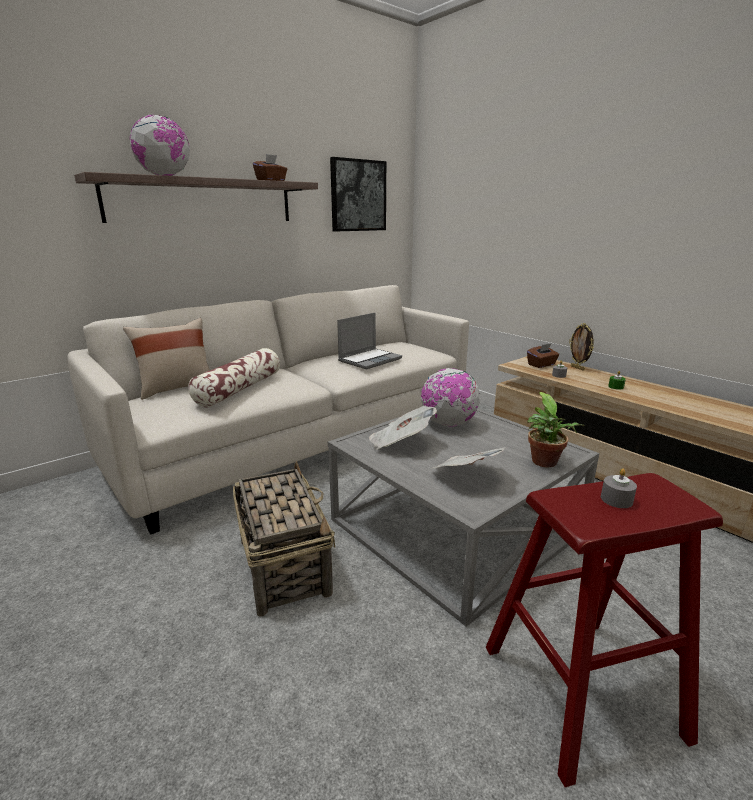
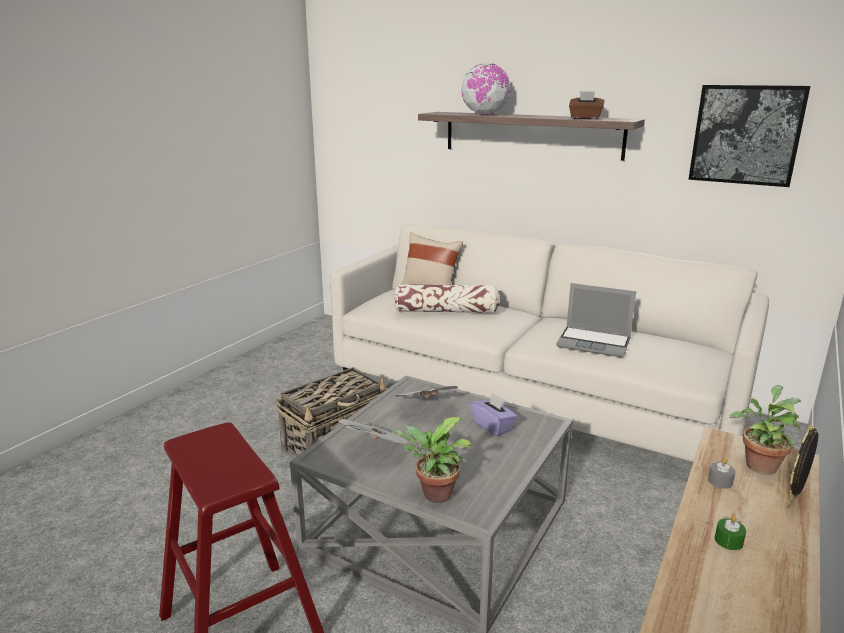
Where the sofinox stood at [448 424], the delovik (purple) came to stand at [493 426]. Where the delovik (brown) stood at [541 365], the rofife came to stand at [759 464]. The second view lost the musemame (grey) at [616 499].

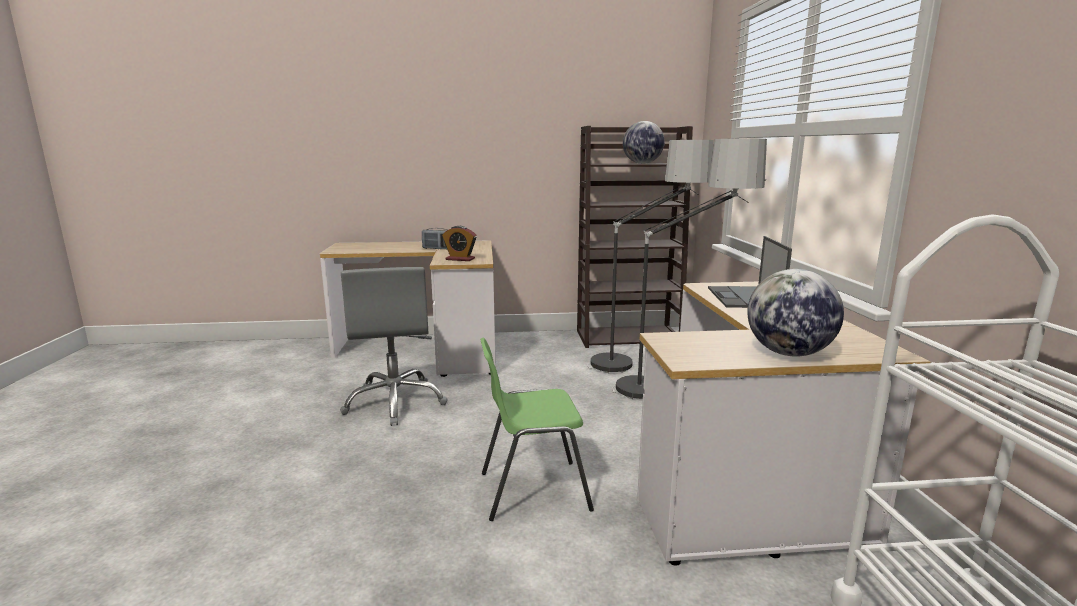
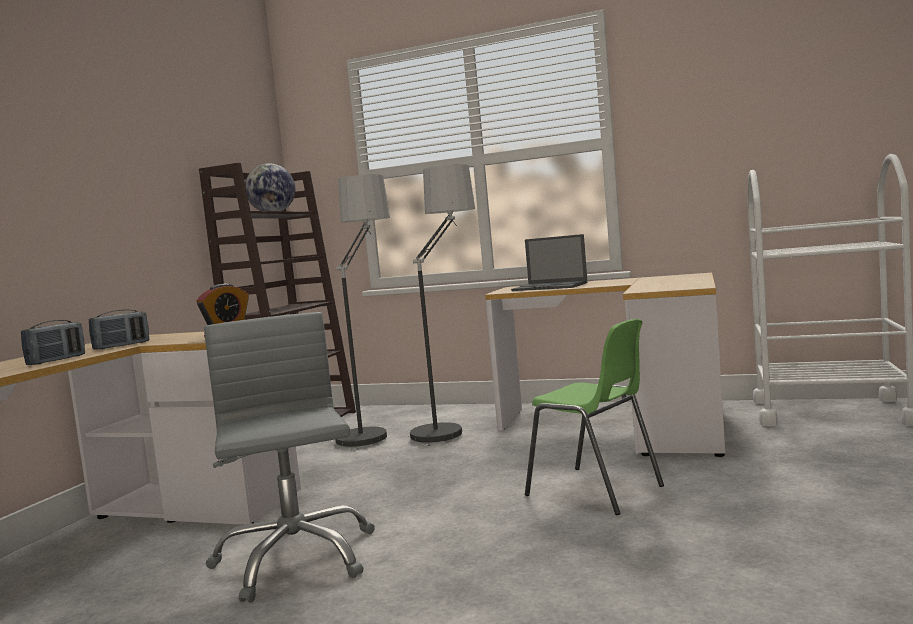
The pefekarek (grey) at [395 402] ended up facing another way, 120 degrees counterclockwise from before. The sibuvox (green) at [532 490] ended up facing another way, 60 degrees counterclockwise from before. The second view lost the sofinox at [788 353]. The second view gained the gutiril at [57 360].

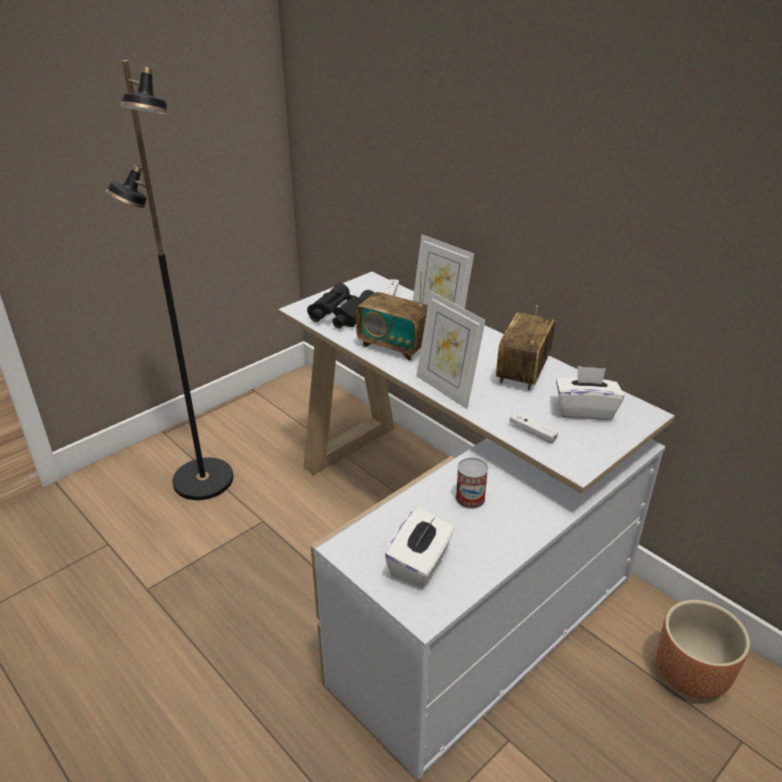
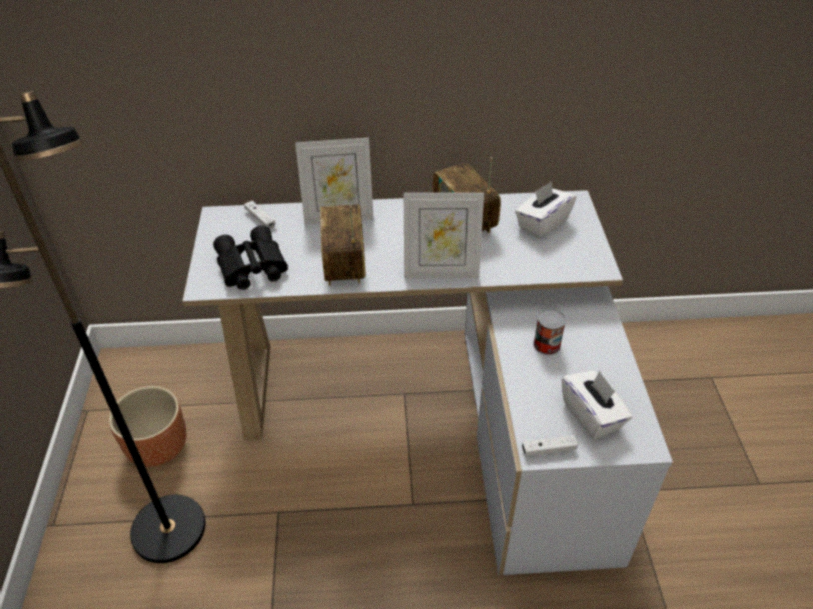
The gutiril at [394 346] ended up facing another way, 105 degrees clockwise from before. The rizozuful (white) ended up elsewhere, having gone from [532 432] to [549 449]. The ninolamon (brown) ended up elsewhere, having gone from [689 674] to [157 447].

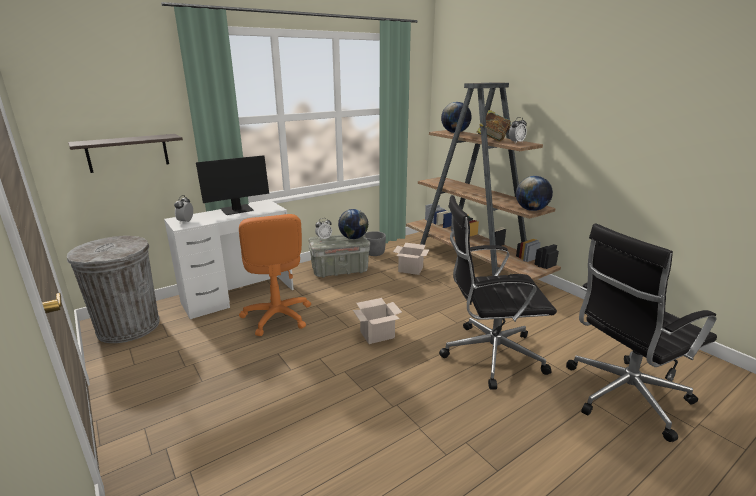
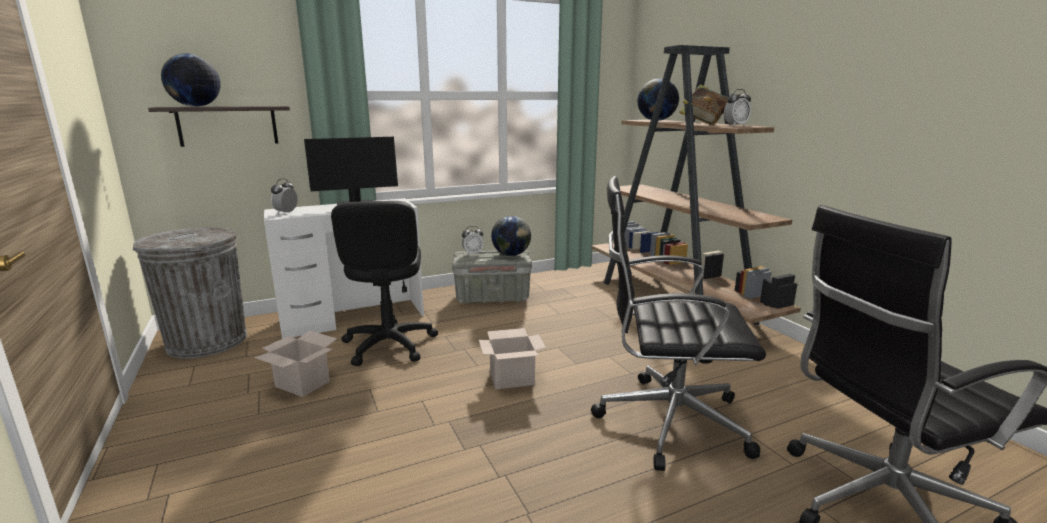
What was the pefekarek (orange) at [277 316] turned into the pefekarek (black) at [389 345]. The second view lost the ninolamon (grey) at [374 253]. The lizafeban ended up elsewhere, having gone from [410 269] to [301 384]. The sofinox ended up elsewhere, having gone from [531 210] to [196 106].

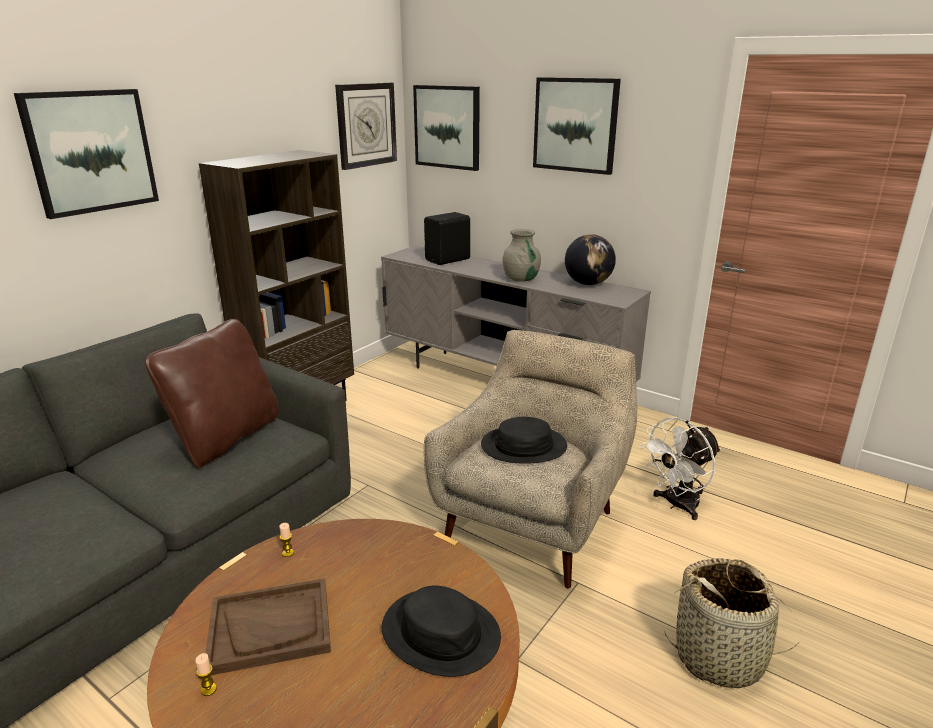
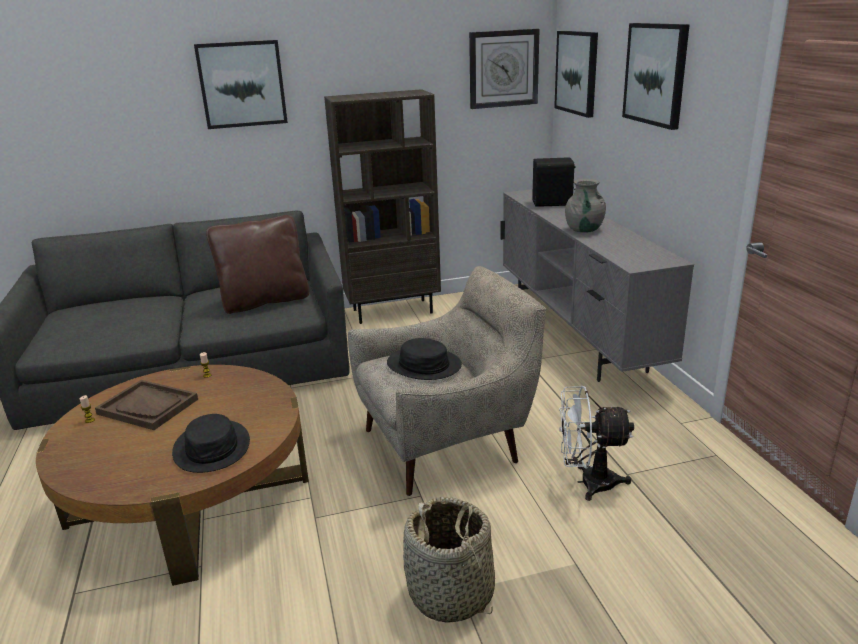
The second view lost the sofinox at [588 283].

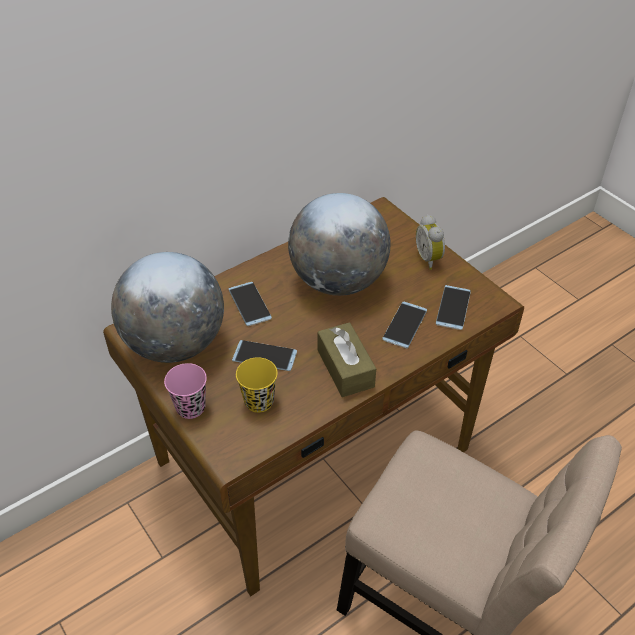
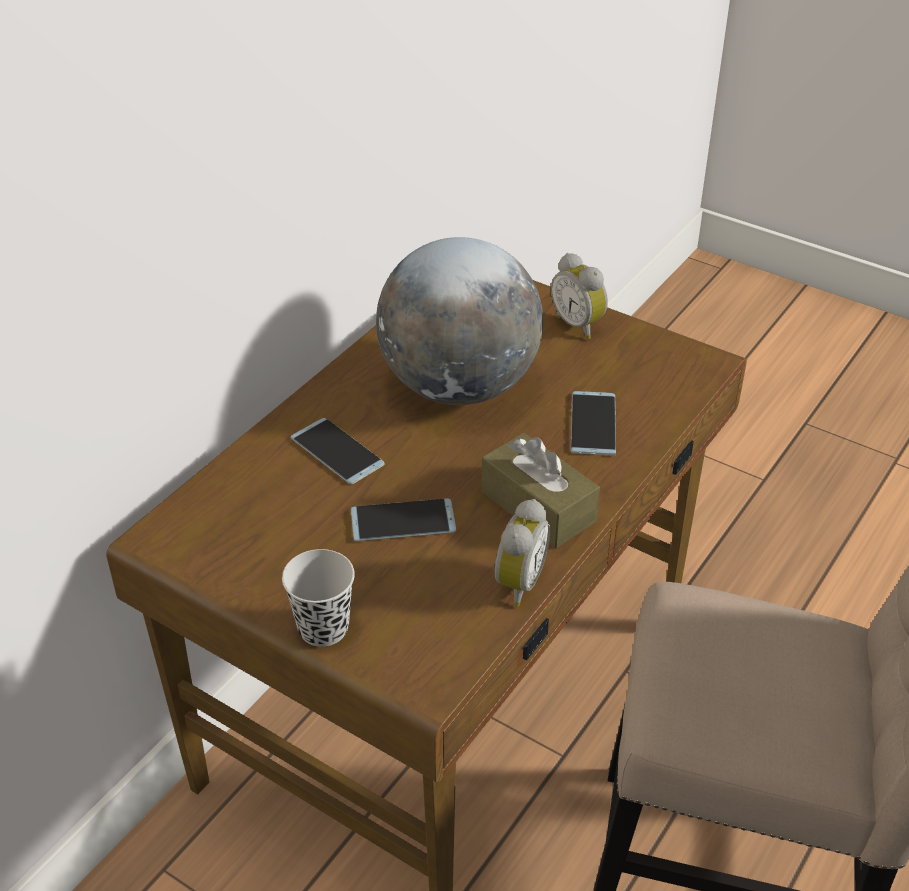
The second view lost the sofinox at [175 344]. What was the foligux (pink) at [190 407] turned into the foligux (black) at [323 628]. The second view lost the foligux (yellow) at [259 401]. The second view lost the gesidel at [453 308]. The second view gained the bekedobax at [516 582].

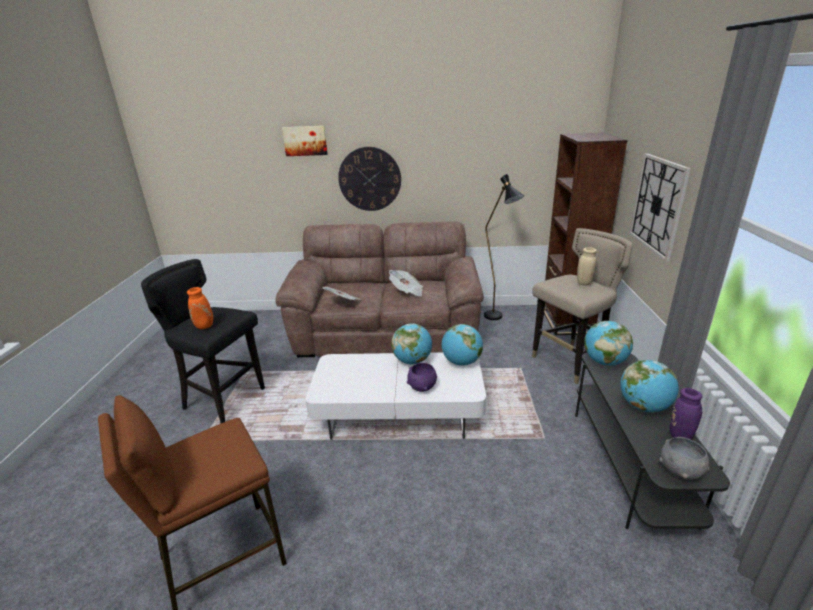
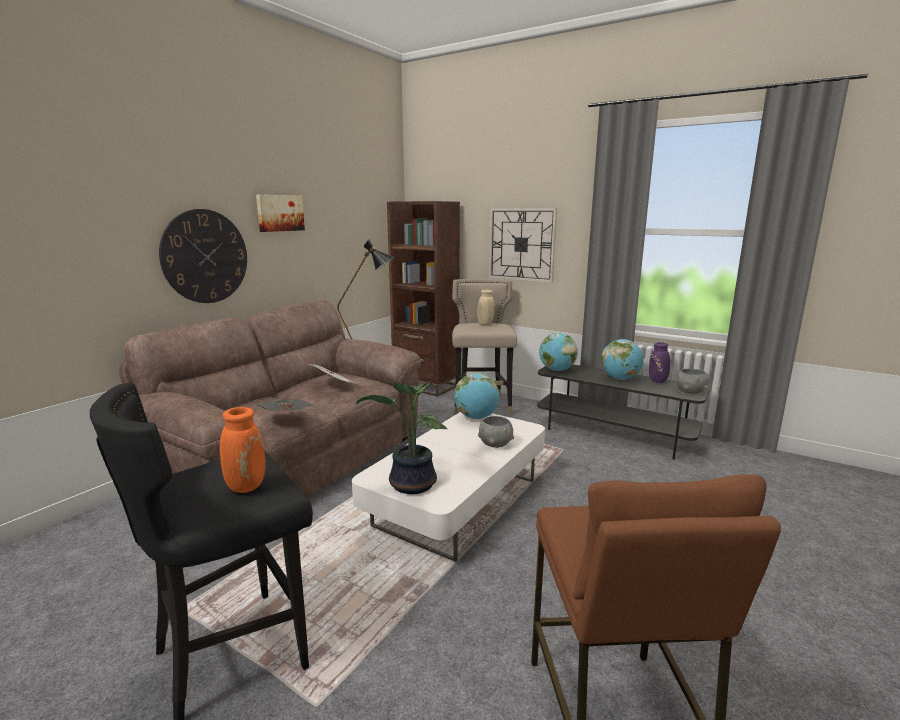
The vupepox ended up elsewhere, having gone from [305 140] to [279 213]. The second view lost the sofinox at [412 361]. What was the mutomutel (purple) at [422 387] turned into the mutomutel (grey) at [495 444]. The second view gained the rofife at [410 485].

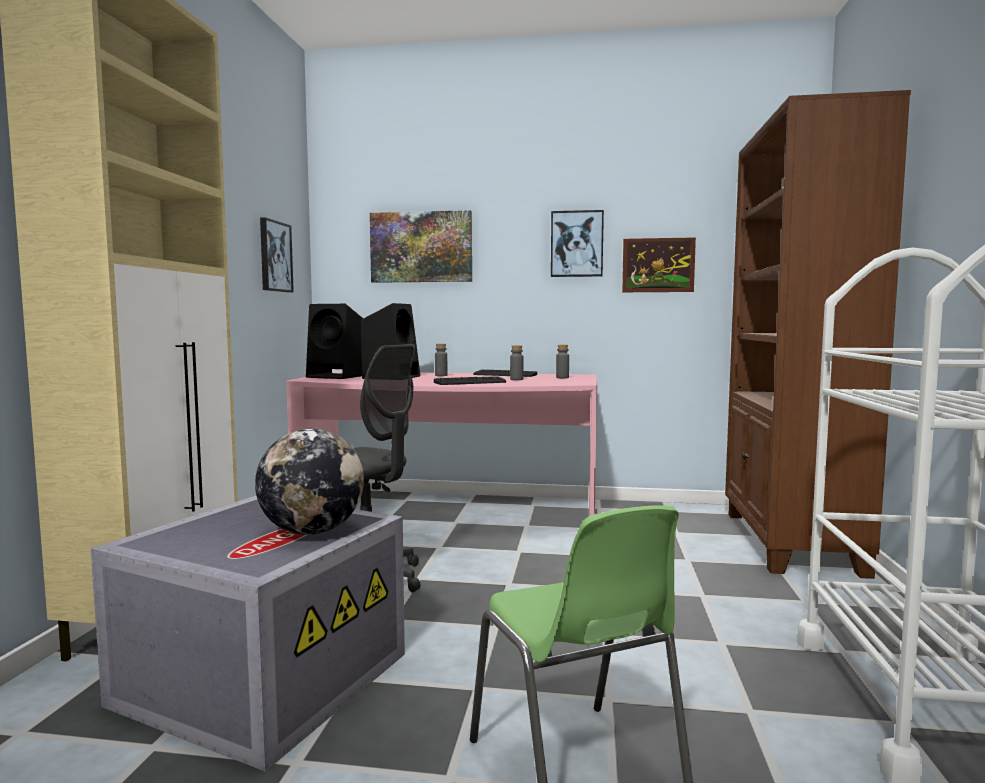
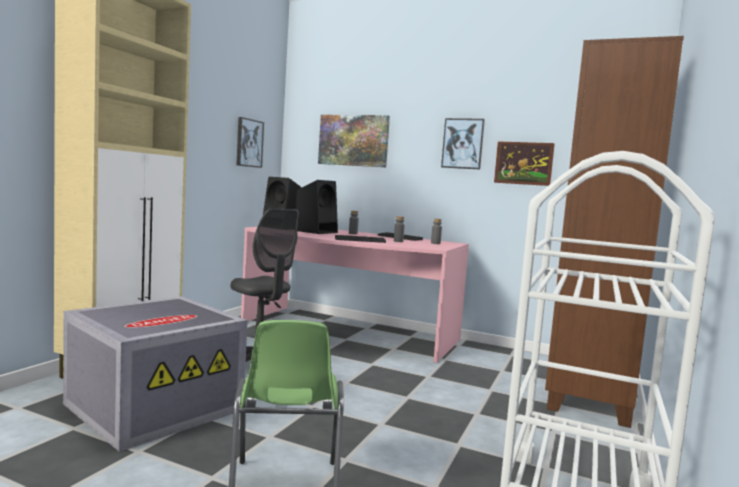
The second view lost the sofinox at [312 532].

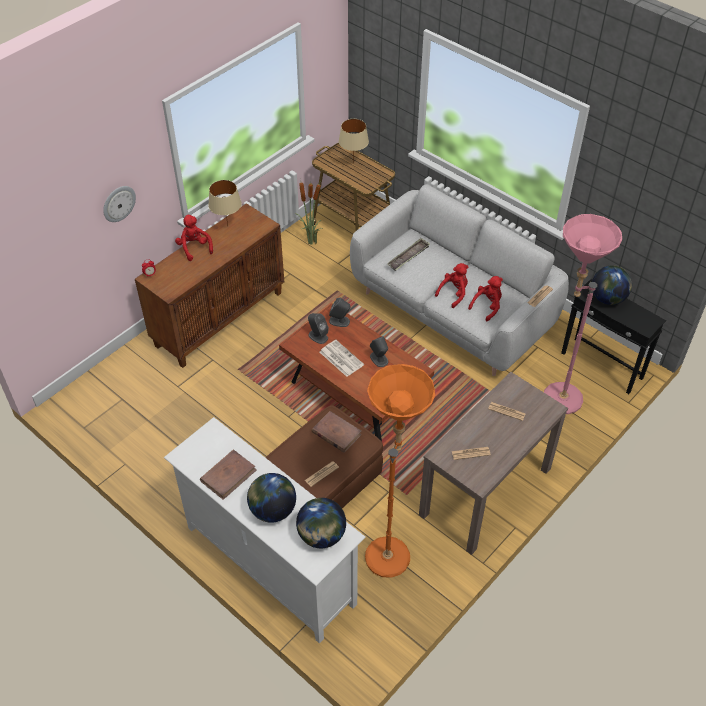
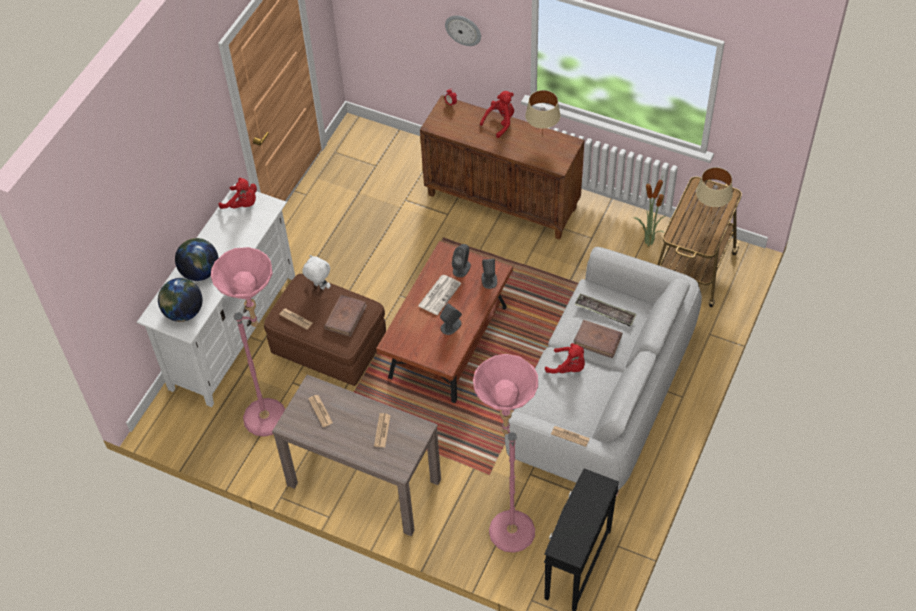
The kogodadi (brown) ended up elsewhere, having gone from [228 475] to [598 340]. What was the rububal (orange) at [390 549] turned into the rububal (pink) at [275 418]. The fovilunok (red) ended up elsewhere, having gone from [487 306] to [242 204]. The second view lost the sofinox at [608 298]. The second view gained the fovilunok (white) at [319 286].

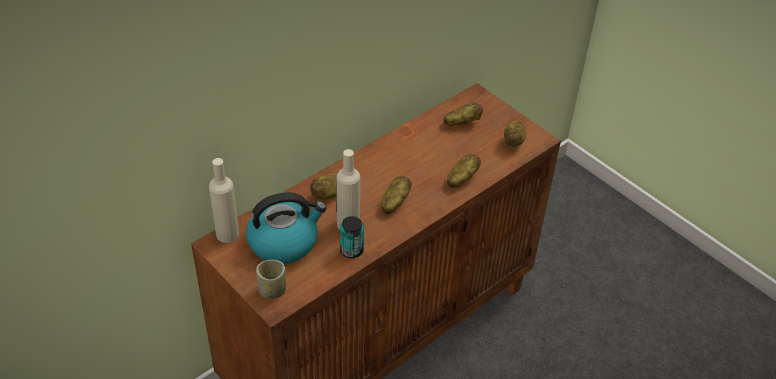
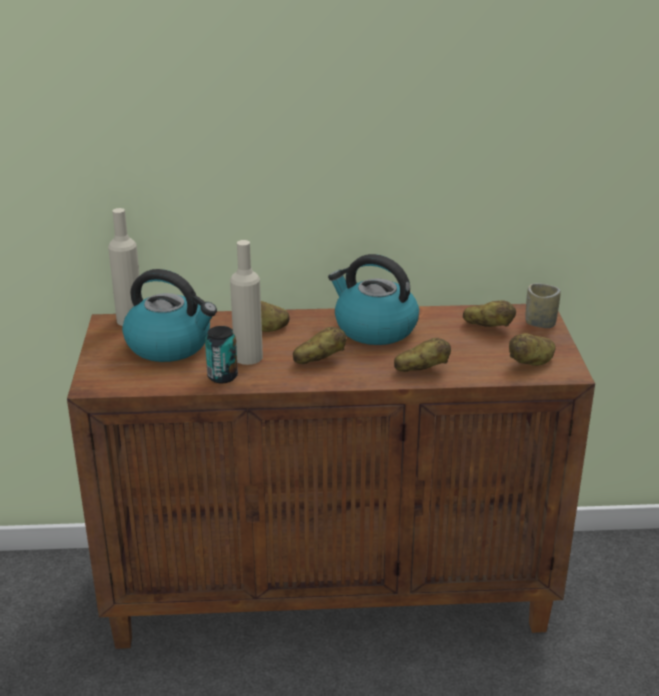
The foligux ended up elsewhere, having gone from [272 290] to [540 323]. The second view gained the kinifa at [374 328].

